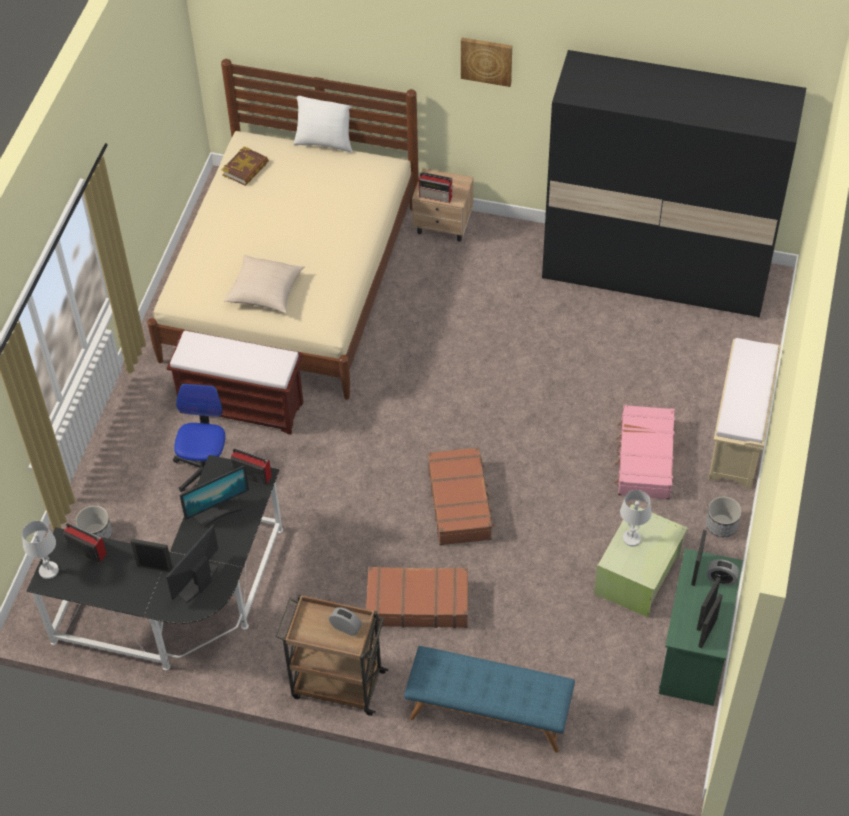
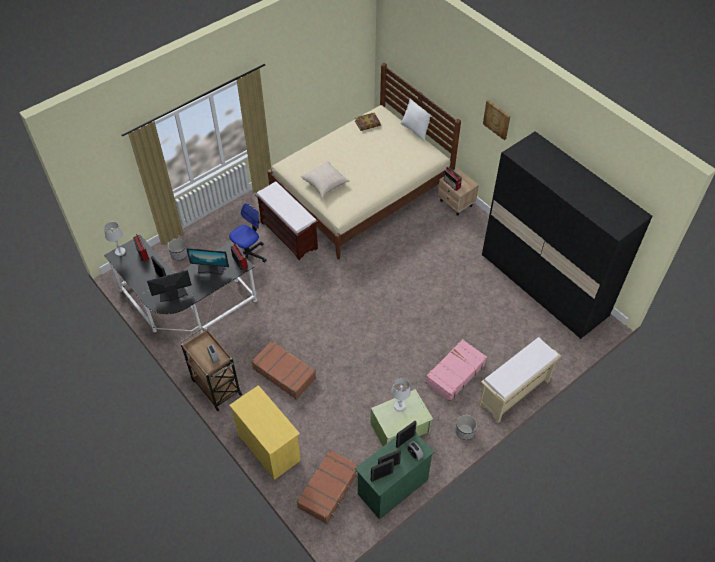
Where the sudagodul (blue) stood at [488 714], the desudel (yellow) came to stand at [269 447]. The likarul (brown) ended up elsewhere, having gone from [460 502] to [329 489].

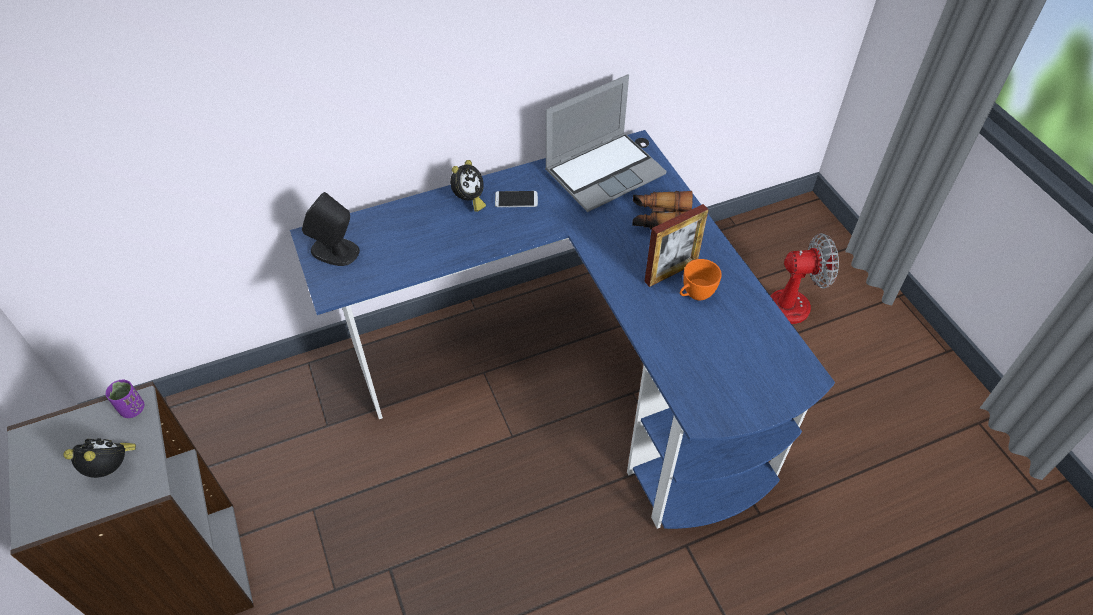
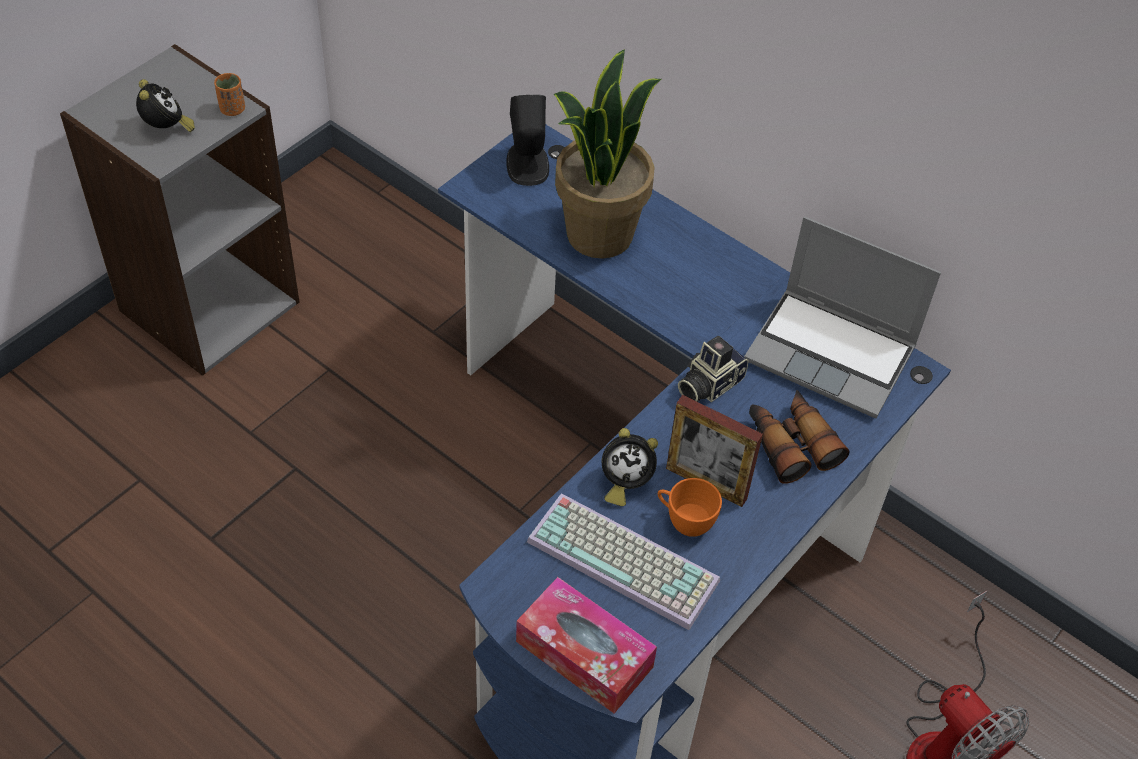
What was the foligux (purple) at [132 409] turned into the foligux (orange) at [232 109]. The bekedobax ended up elsewhere, having gone from [469 200] to [624 482]. The second view lost the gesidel at [516 199]. The second view gained the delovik at [584 654]. The second view gained the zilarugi at [626 560]. The second view gained the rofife at [598 233]. The second view gained the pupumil at [708 384].

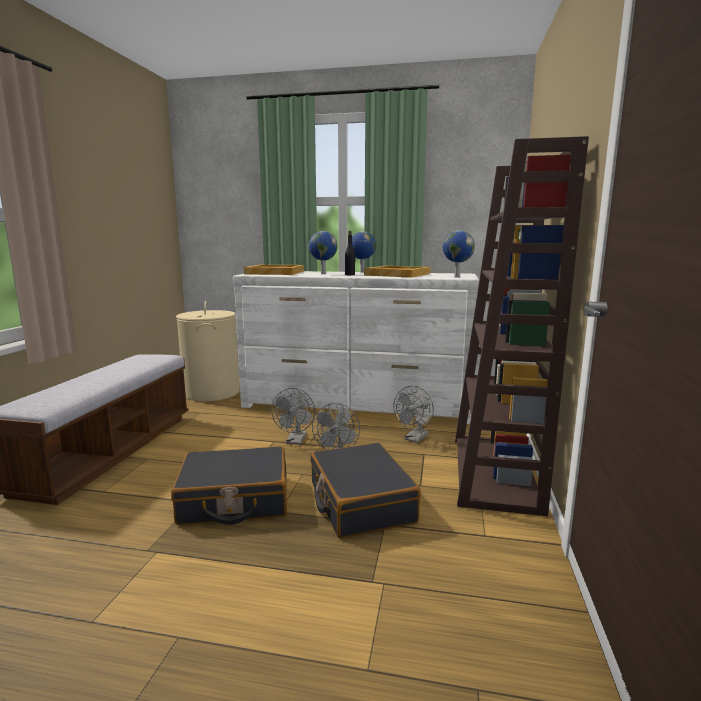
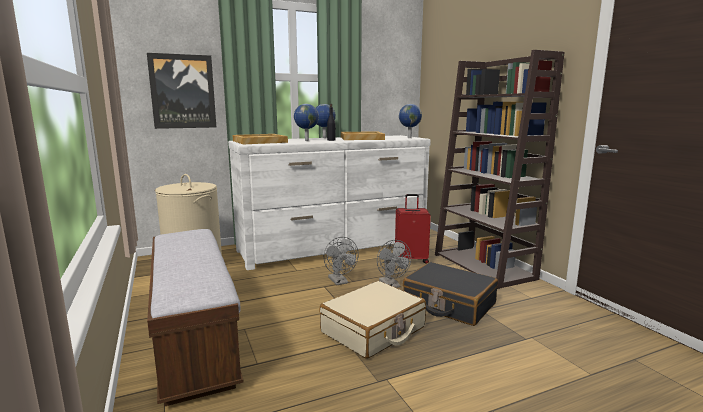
What was the likarul (black) at [234 500] turned into the likarul (beige) at [373 330]. Where the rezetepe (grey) stood at [414 439], the likarul (red) came to stand at [411 259]. The second view gained the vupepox at [183 91].

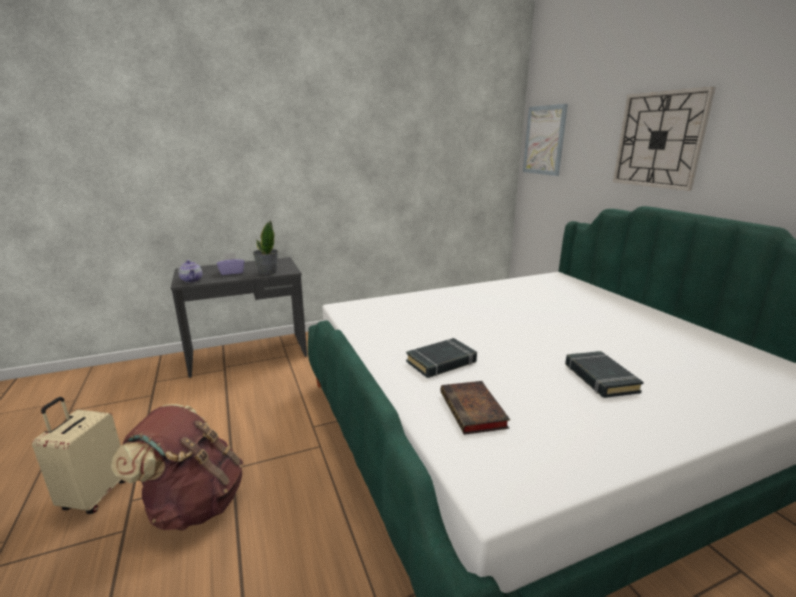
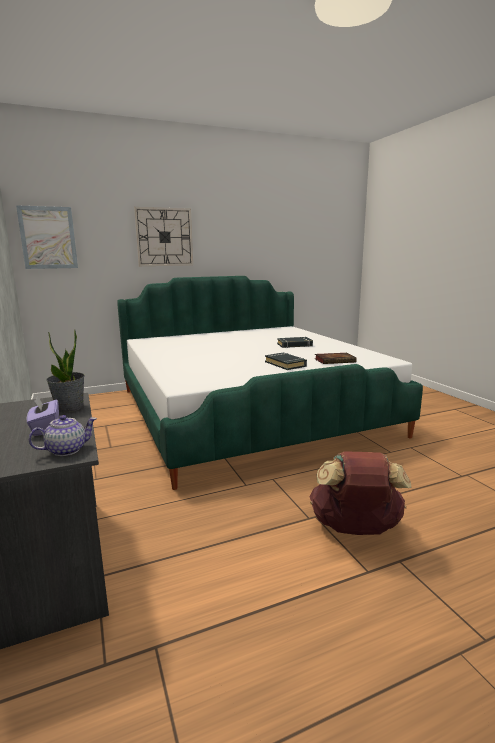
The second view lost the likarul (beige) at [94 495].

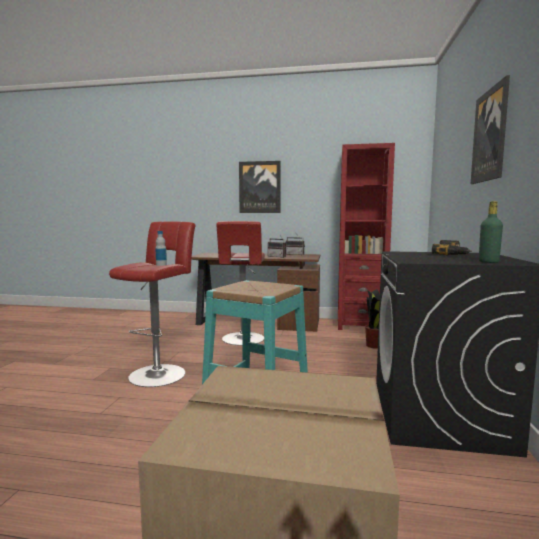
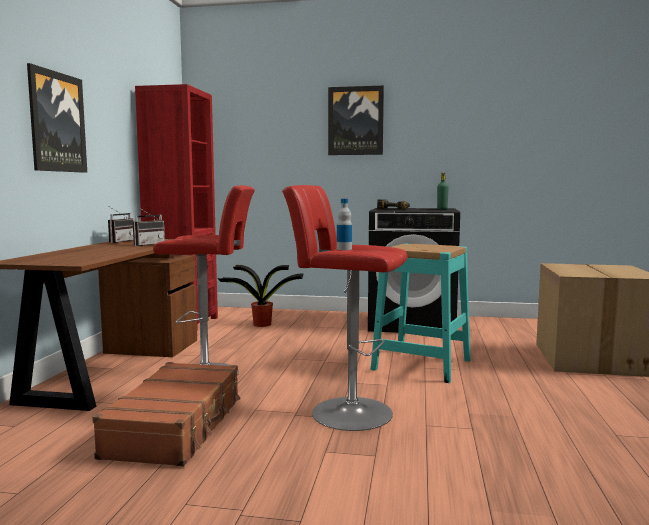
The second view gained the likarul (brown) at [177 426].

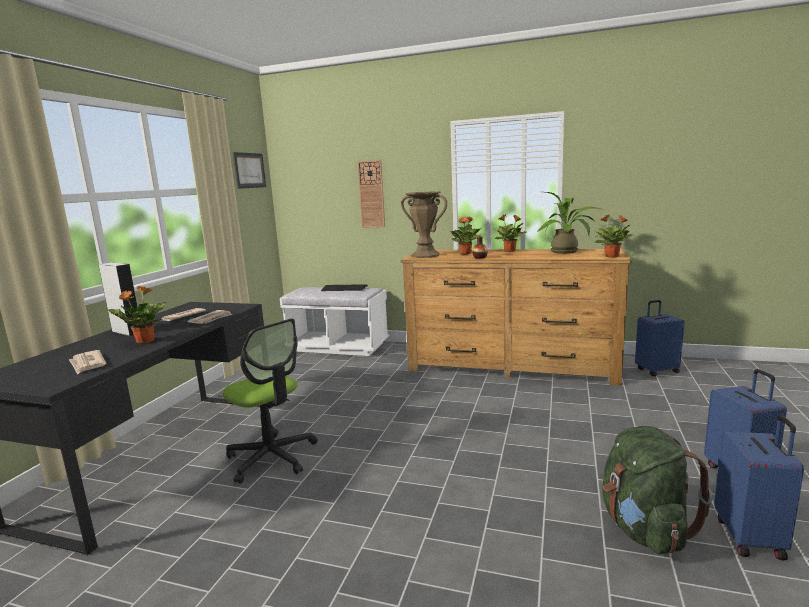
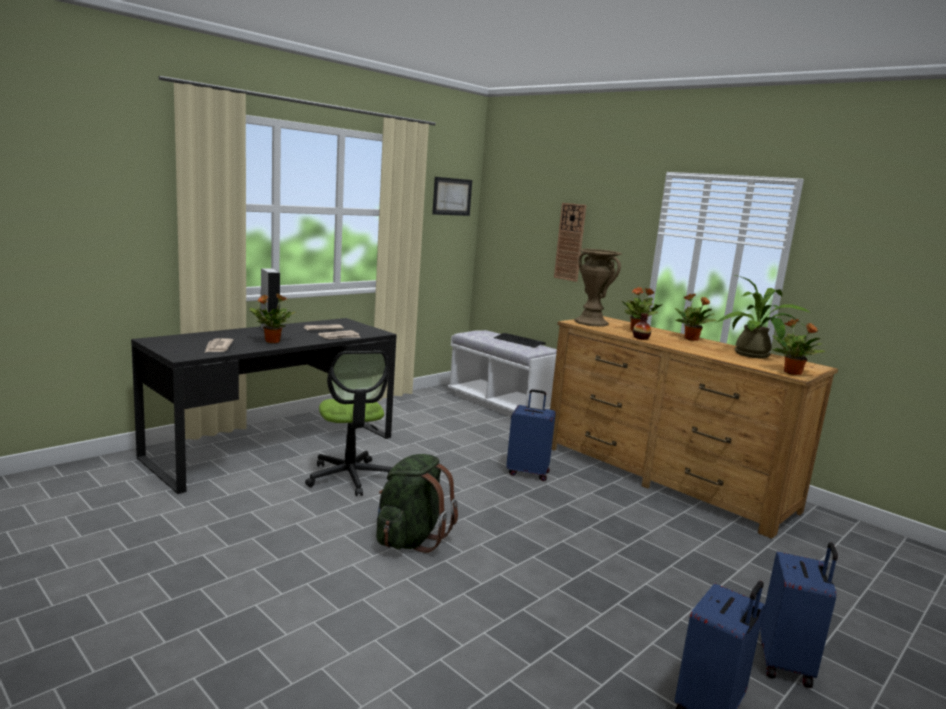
The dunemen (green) ended up elsewhere, having gone from [644 529] to [410 539]. The likarul (blue) ended up elsewhere, having gone from [656 370] to [528 472].

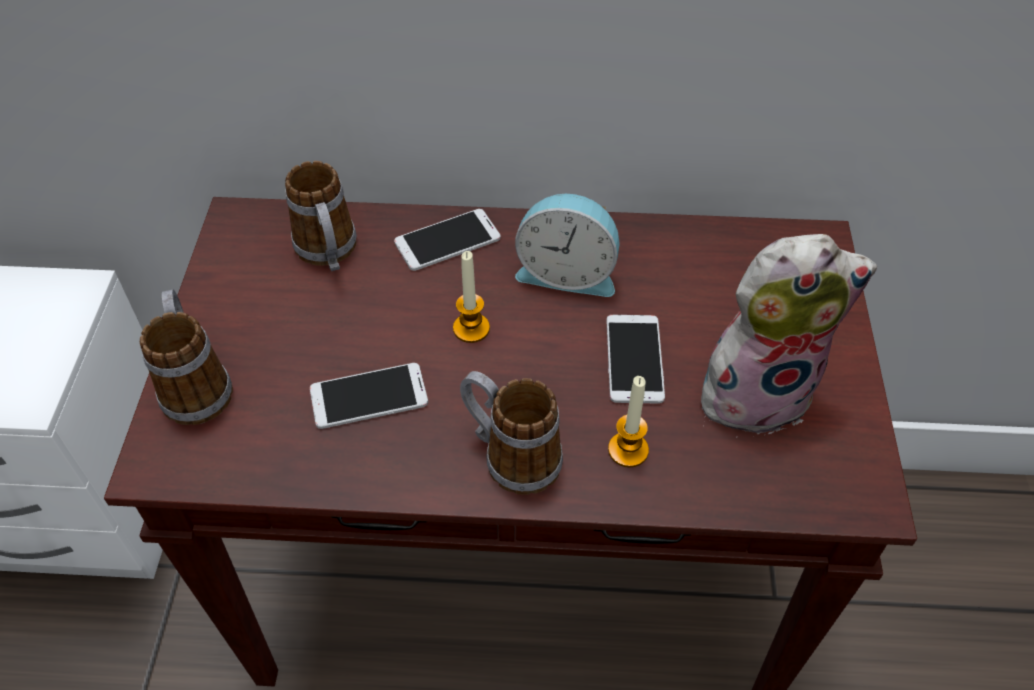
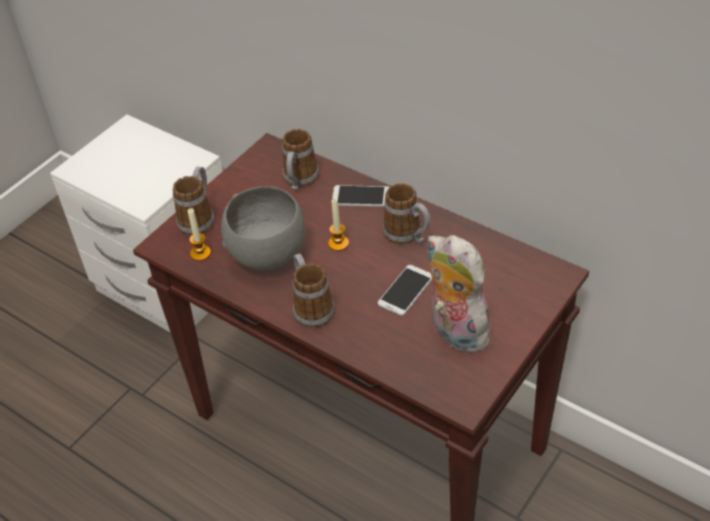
Where the gesidel stood at [369 396], the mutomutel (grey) came to stand at [268 254]. Where the bekedobax stood at [567 272], the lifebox came to stand at [408 236]. The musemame ended up elsewhere, having gone from [628 450] to [200 253]. The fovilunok at [757 391] ended up facing another way, 150 degrees counterclockwise from before.

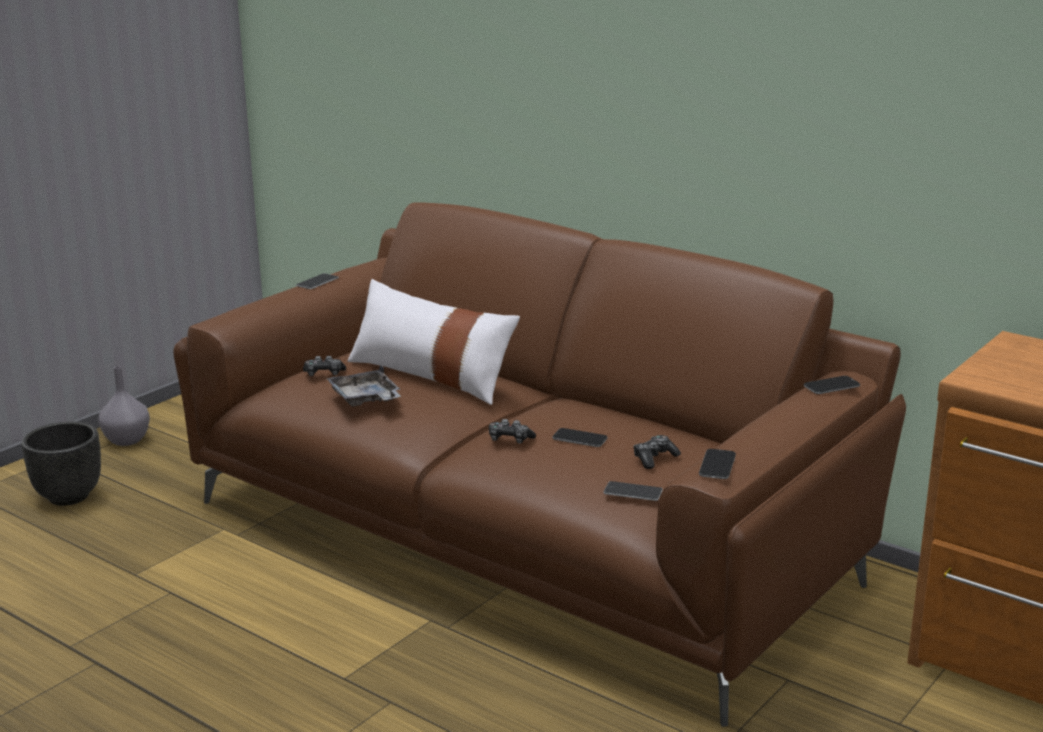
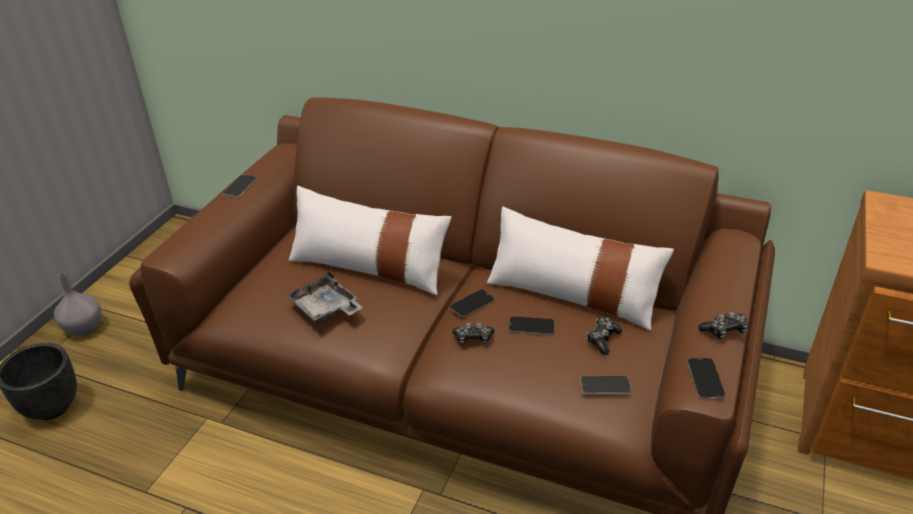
The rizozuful ended up elsewhere, having gone from [324 374] to [724 331]. The gesidel ended up elsewhere, having gone from [831 386] to [472 304]. The second view gained the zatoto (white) at [572 294].

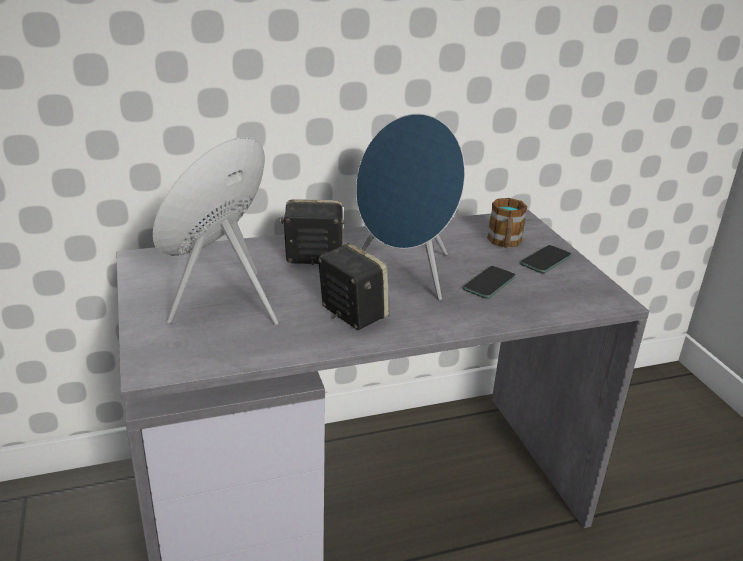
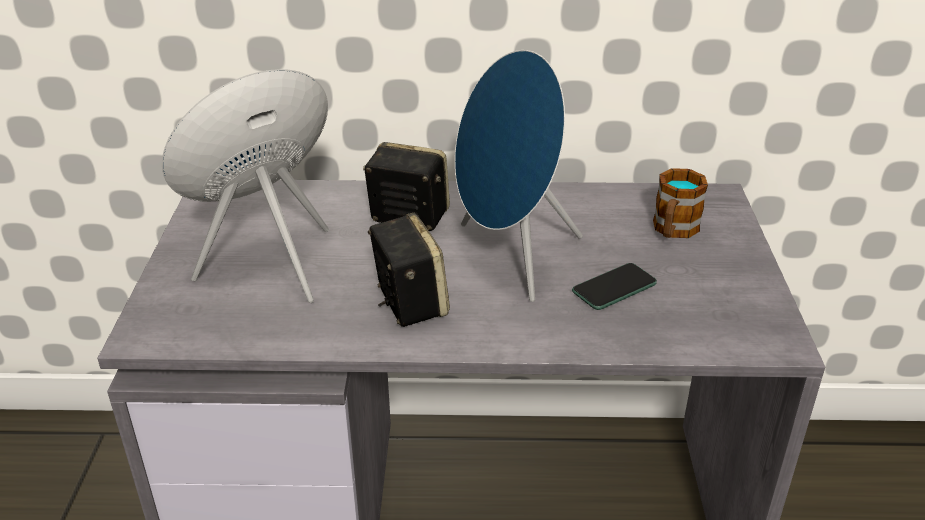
The second view lost the gesidel at [545 260].

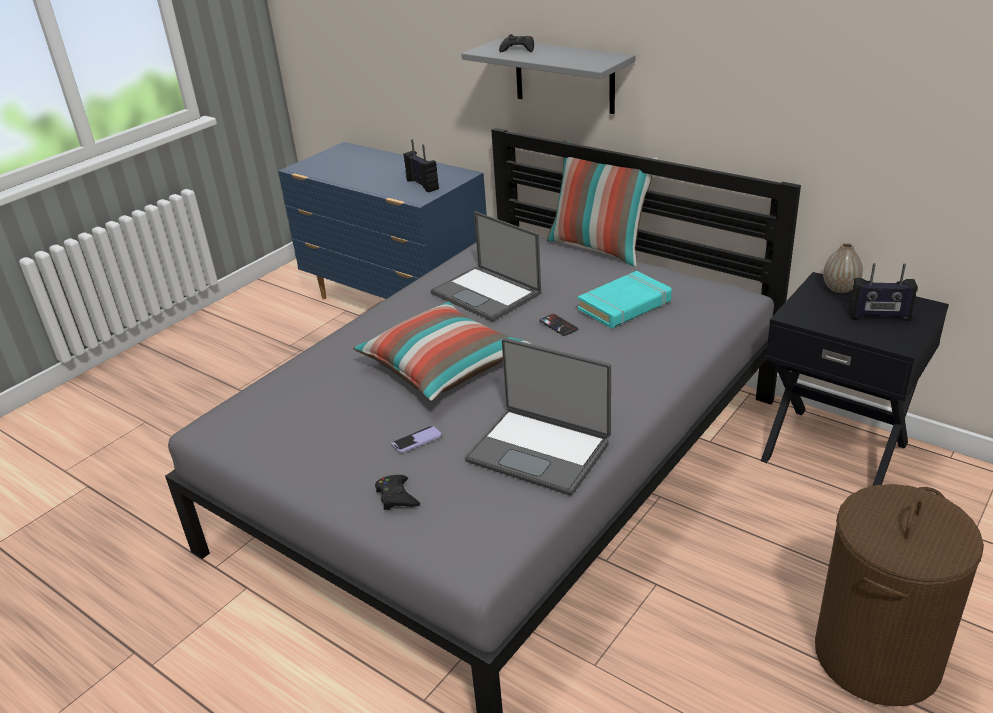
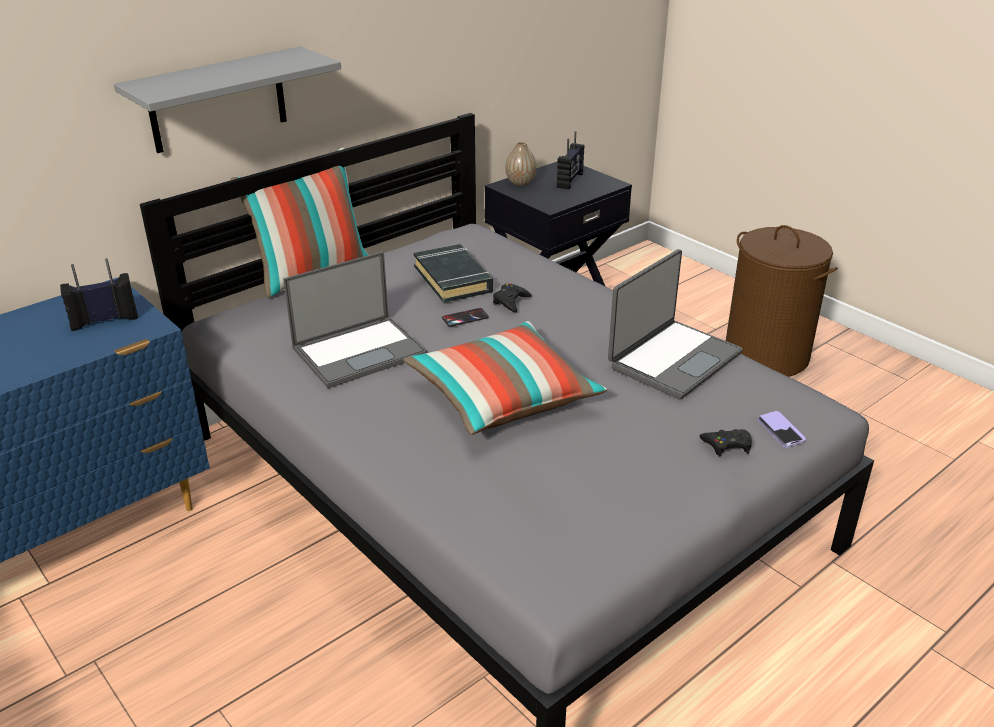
The gesidel ended up elsewhere, having gone from [416 441] to [780 431]. The rizozuful (black) ended up elsewhere, having gone from [518 49] to [511 301]. What was the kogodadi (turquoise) at [625 306] turned into the kogodadi (black) at [453 279].

